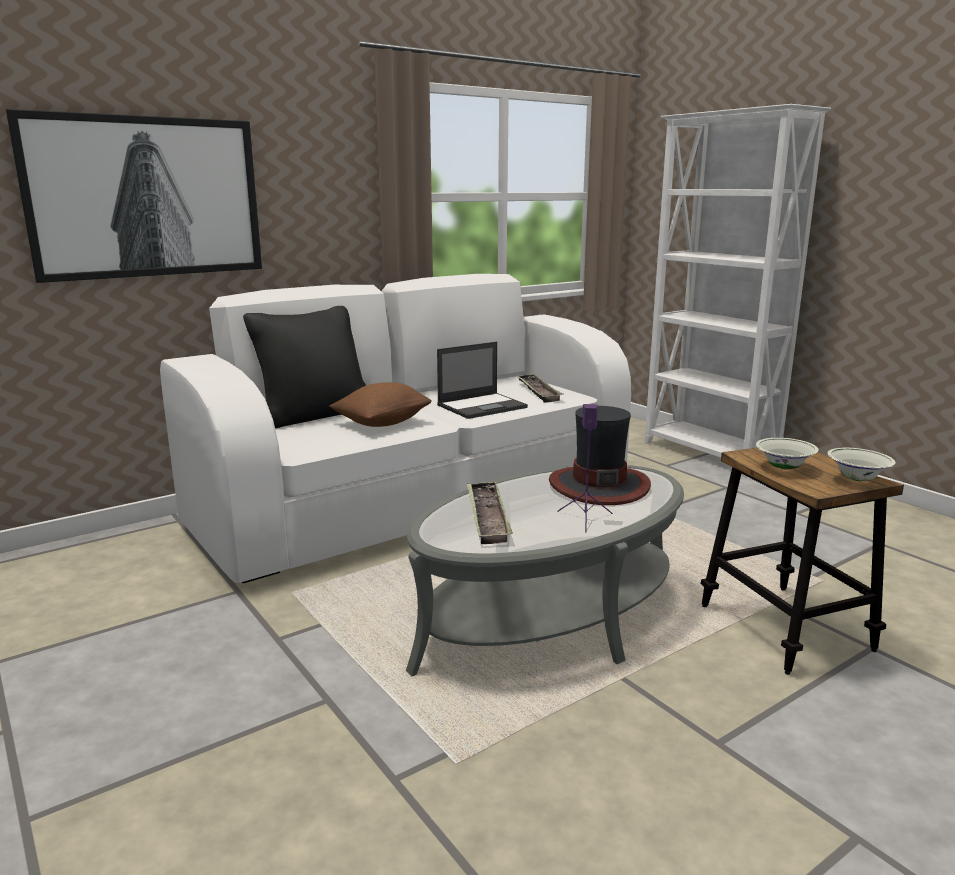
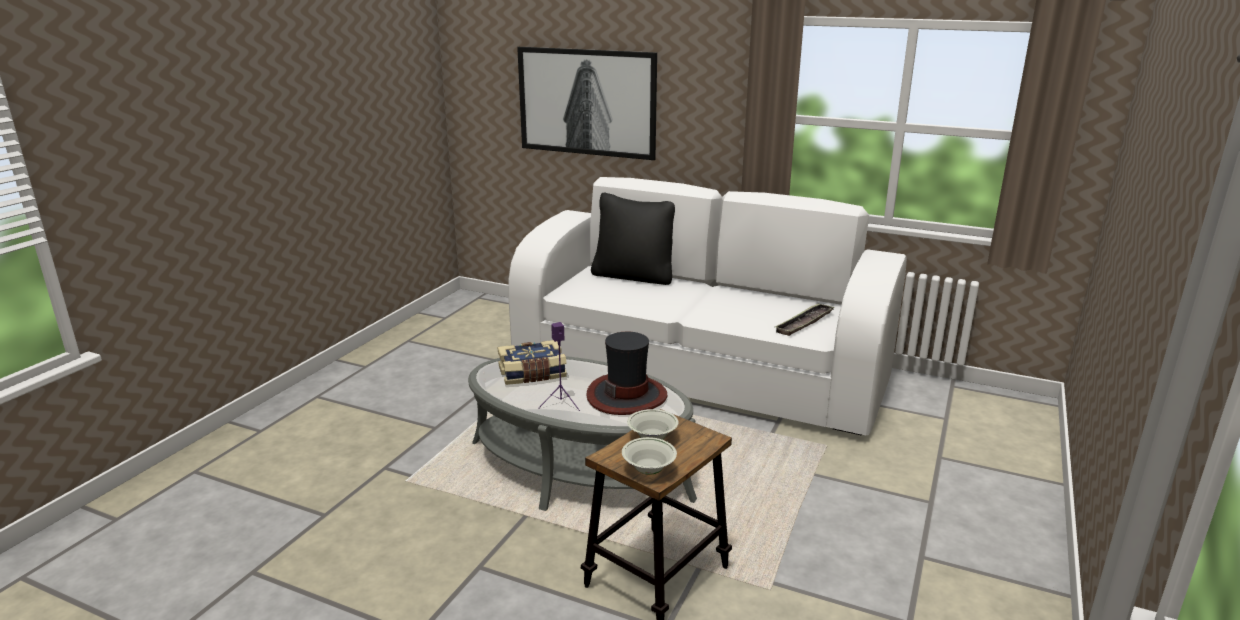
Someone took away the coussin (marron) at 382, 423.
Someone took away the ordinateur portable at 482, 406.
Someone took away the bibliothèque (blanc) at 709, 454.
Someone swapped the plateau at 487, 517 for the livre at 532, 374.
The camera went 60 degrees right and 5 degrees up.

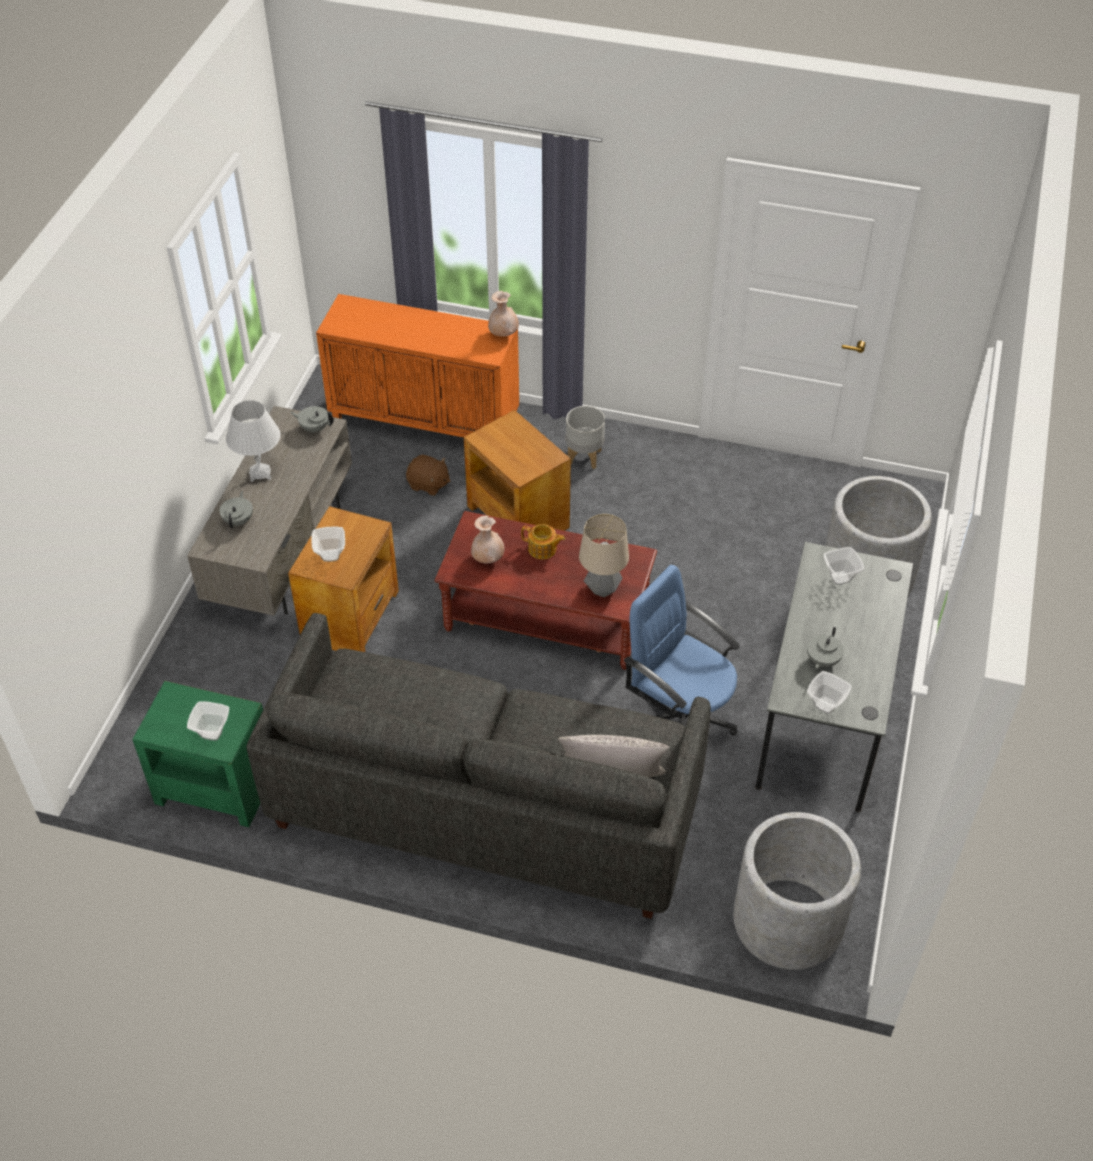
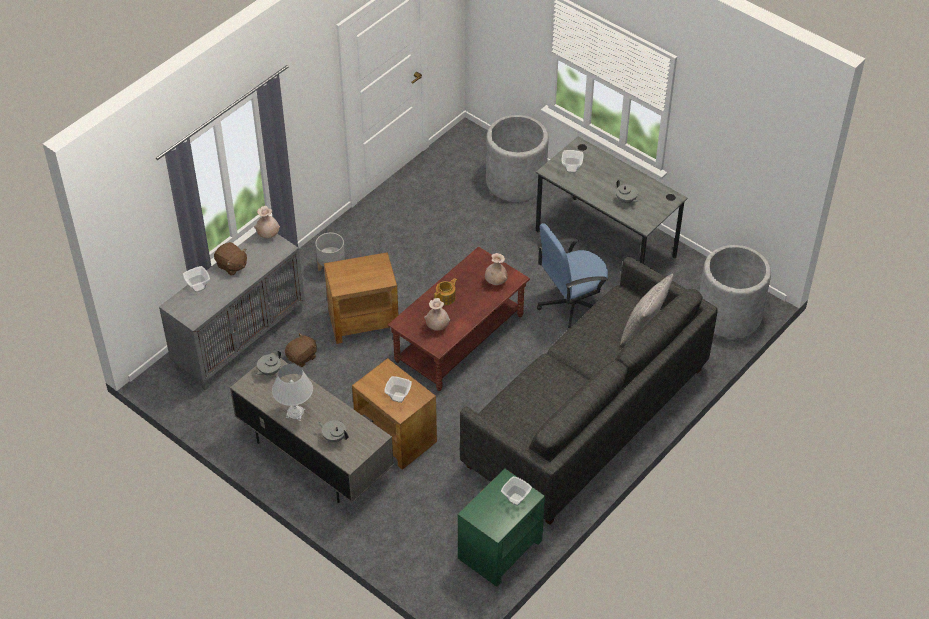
Someone put down the peluche (marron) at 232, 266.
Someone carried the bol from 825, 704 to 197, 287.
Someone swapped the lampe de table at 602, 589 for the vase (beige) at 496, 282.
Someone repainted the meuble de rangement (orange) at 426, 422, which became the meuble de rangement (gris) at 240, 339.
The camera went 65 degrees left and 0 degrees up.

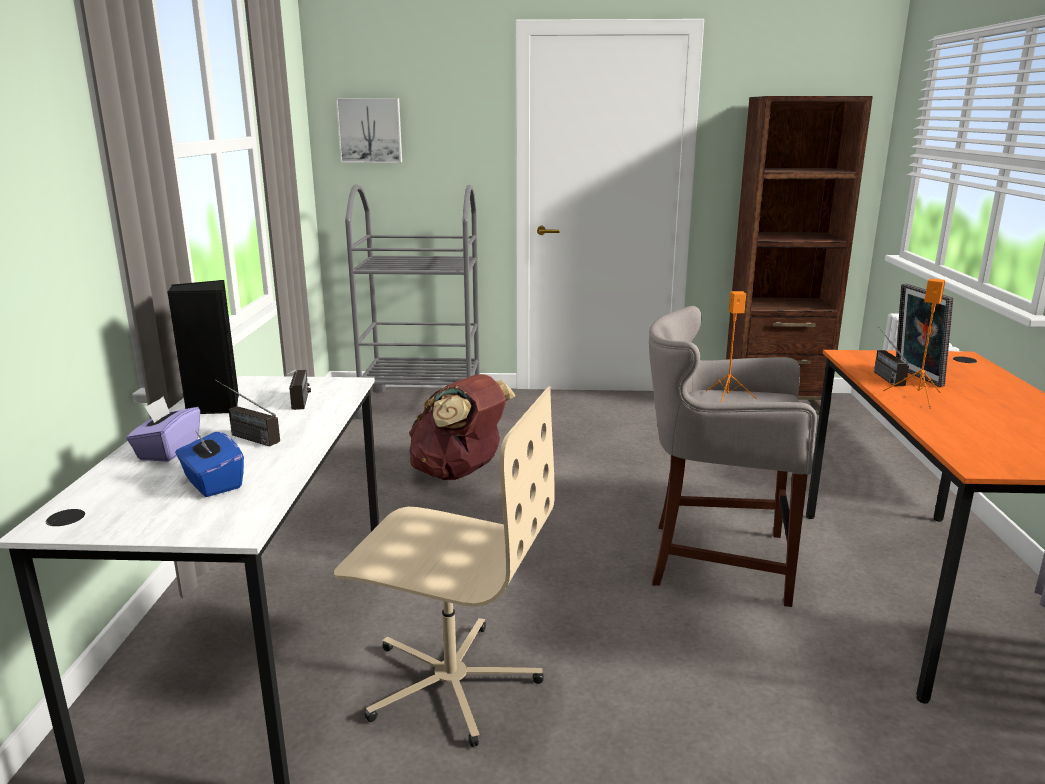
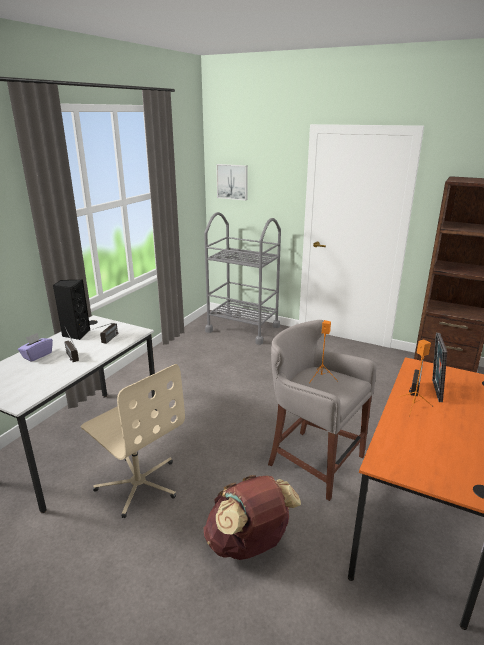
Someone took away the boîte à mouchoirs (bleu) at 212, 483.
Someone carried the sac à dos (marron) from 459, 473 to 249, 544.
The camera went 25 degrees right and 5 degrees up.

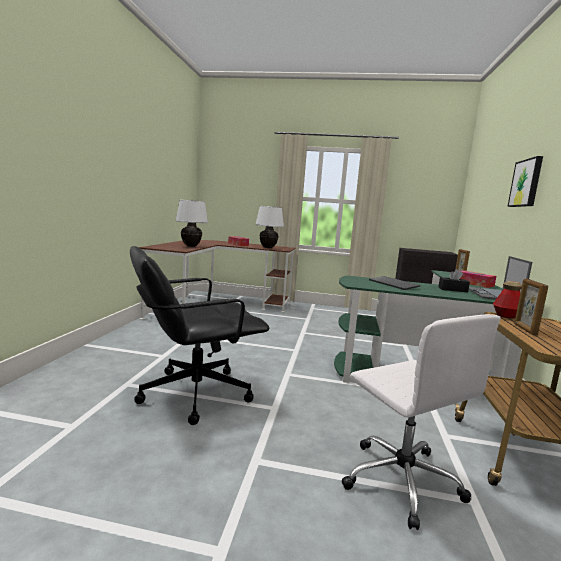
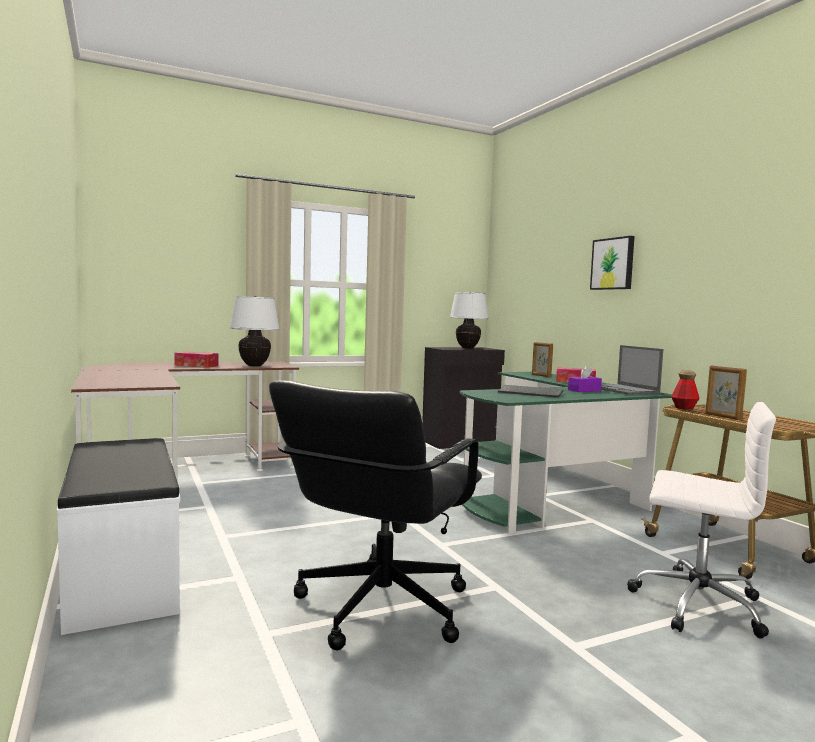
Someone put down the banc (blanc) at 120, 574.
Someone carried the lampe de table (blanc) from 191, 246 to 467, 348.
Someone repainted the boîte à mouchoirs (noir) at 452, 289, which became the boîte à mouchoirs (violet) at 584, 390.
The camera went 35 degrees left and 5 degrees down.

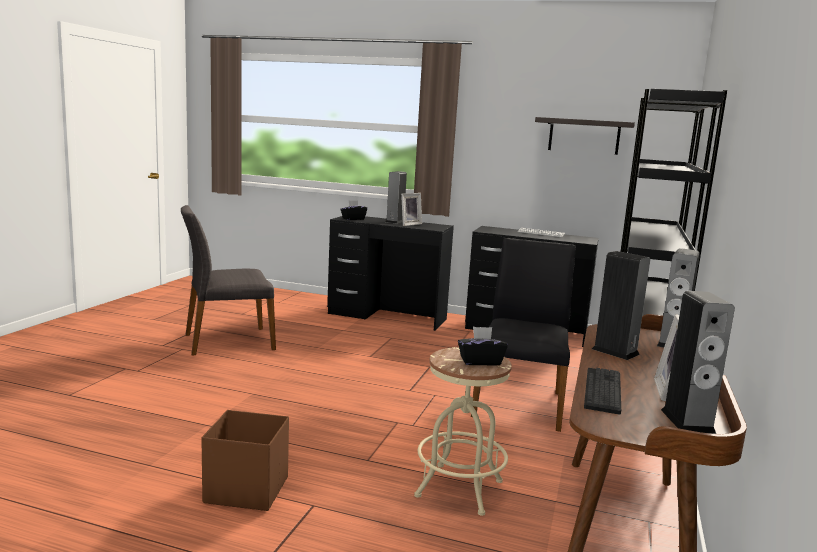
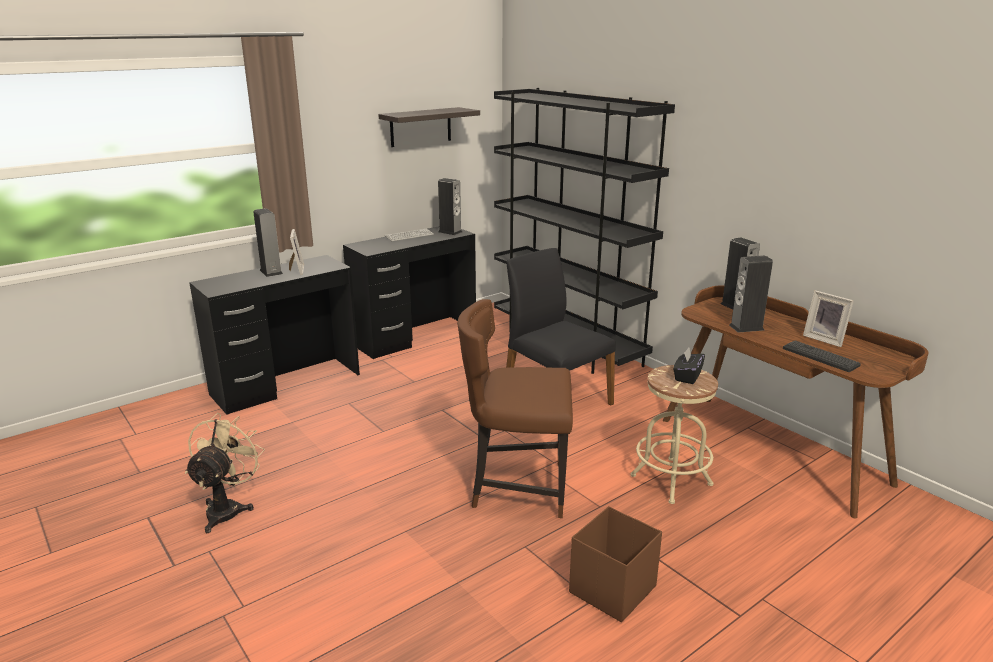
Someone took away the boîte à mouchoirs (noir) at 353, 219.
Someone put down the chaise (marron) at 516, 487.
Someone carried the enceinte from 687, 421 to 450, 232.
Someone swapped the chaise (gris) at 228, 341 for the ventilateur (beige) at 228, 508.
The camera went 55 degrees left and 10 degrees up.

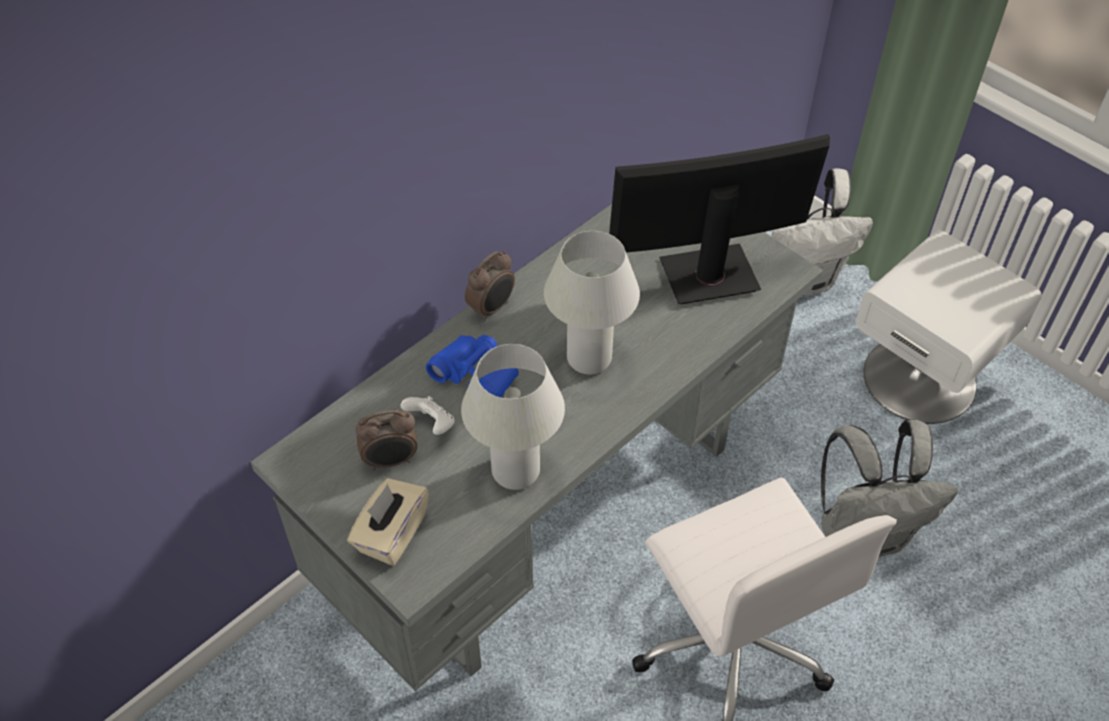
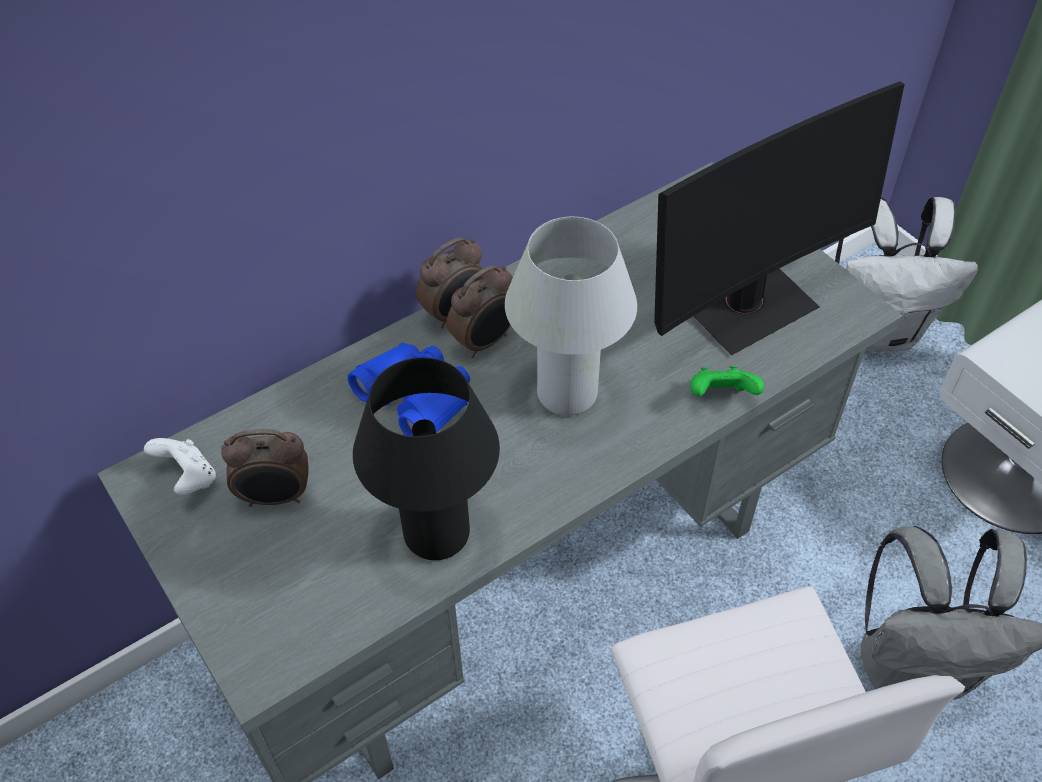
Someone took away the boîte à mouchoirs (beige) at 391, 534.
Someone put down the réveil at 485, 342.
Someone put down the manette (vert) at 721, 396.
Someone carried the manette (blanc) from 431, 424 to 188, 478.
Someone repainted the lampe de table (blanc) at 515, 471, which became the lampe de table (noir) at 437, 533.
Someone rotated the écran d'ordinateur at 708, 275 by 150 degrees clockwise.
The camera went 10 degrees right and 0 degrees up.

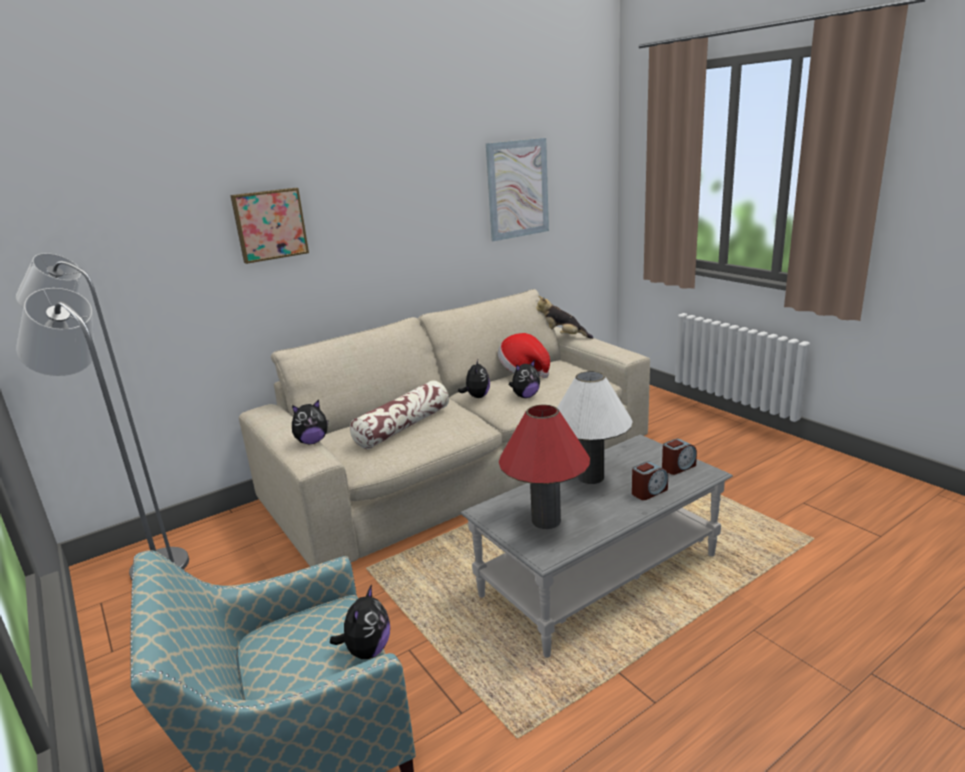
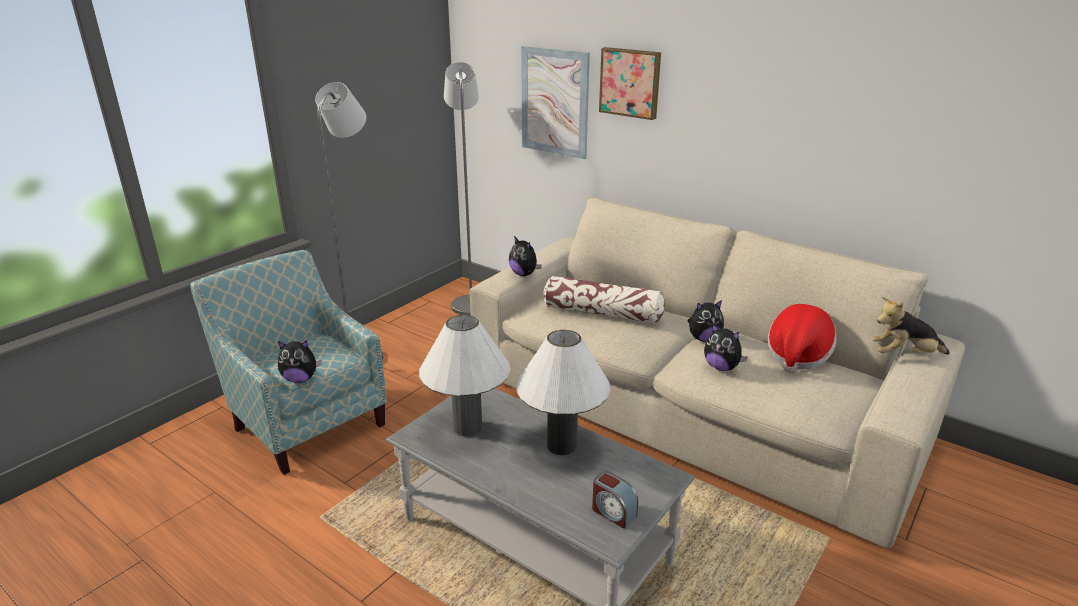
Someone took away the réveil at 649, 492.
Someone carried the tableau from 518, 189 to 554, 102.
Someone repainted the lampe de table (rouge) at 546, 520, which became the lampe de table (blanc) at 468, 427.
Someone rotated the peluche at 562, 338 by 90 degrees counterclockwise.
The camera went 70 degrees right and 5 degrees up.

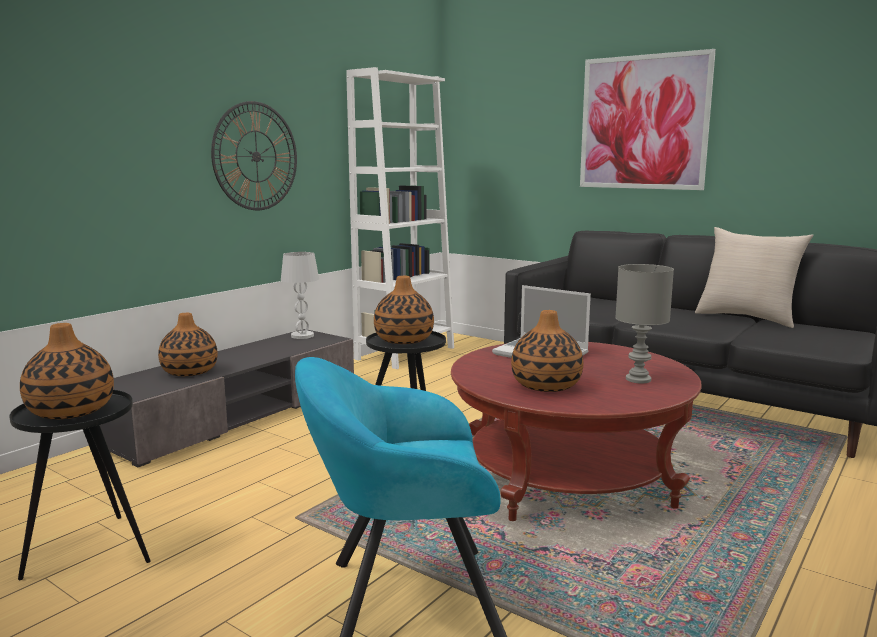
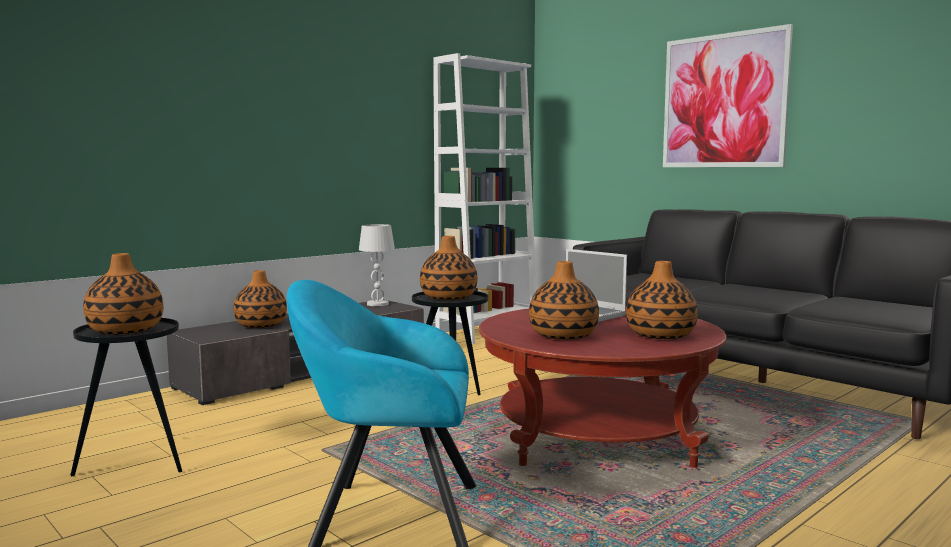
Someone took away the horloge murale at 256, 156.
Someone took away the coussin (beige) at 747, 318.
Someone swapped the lampe de table (gris) at 639, 380 for the vase at 660, 335.
The camera went 10 degrees right and 5 degrees down.

